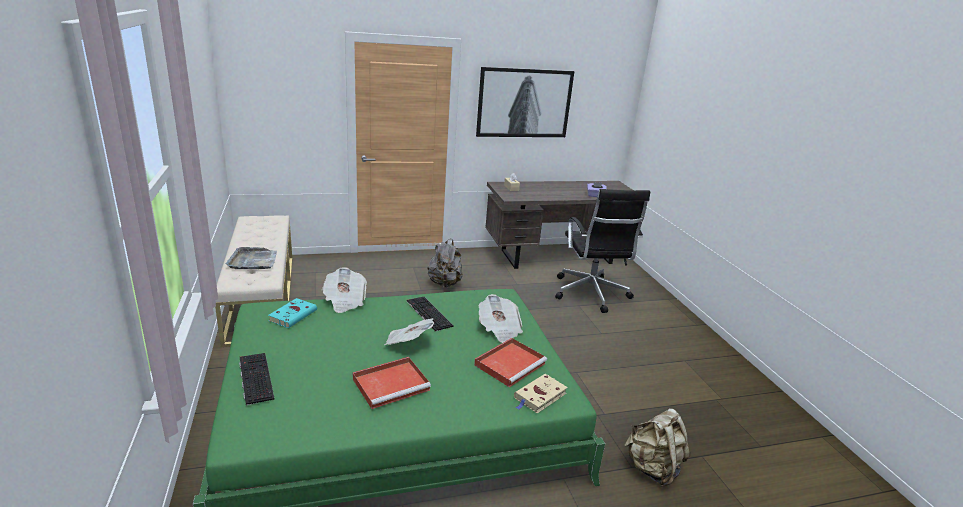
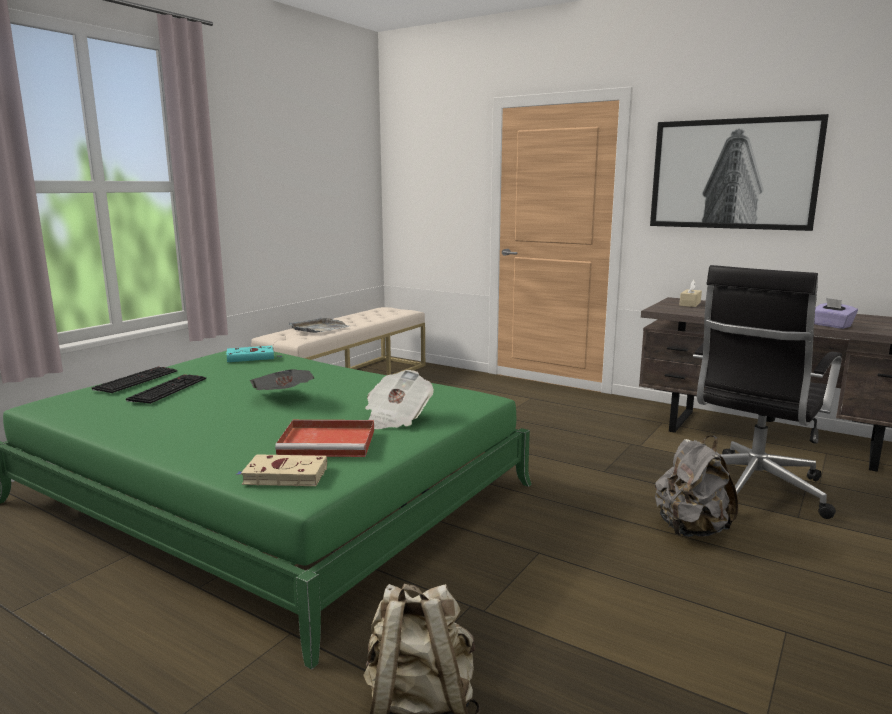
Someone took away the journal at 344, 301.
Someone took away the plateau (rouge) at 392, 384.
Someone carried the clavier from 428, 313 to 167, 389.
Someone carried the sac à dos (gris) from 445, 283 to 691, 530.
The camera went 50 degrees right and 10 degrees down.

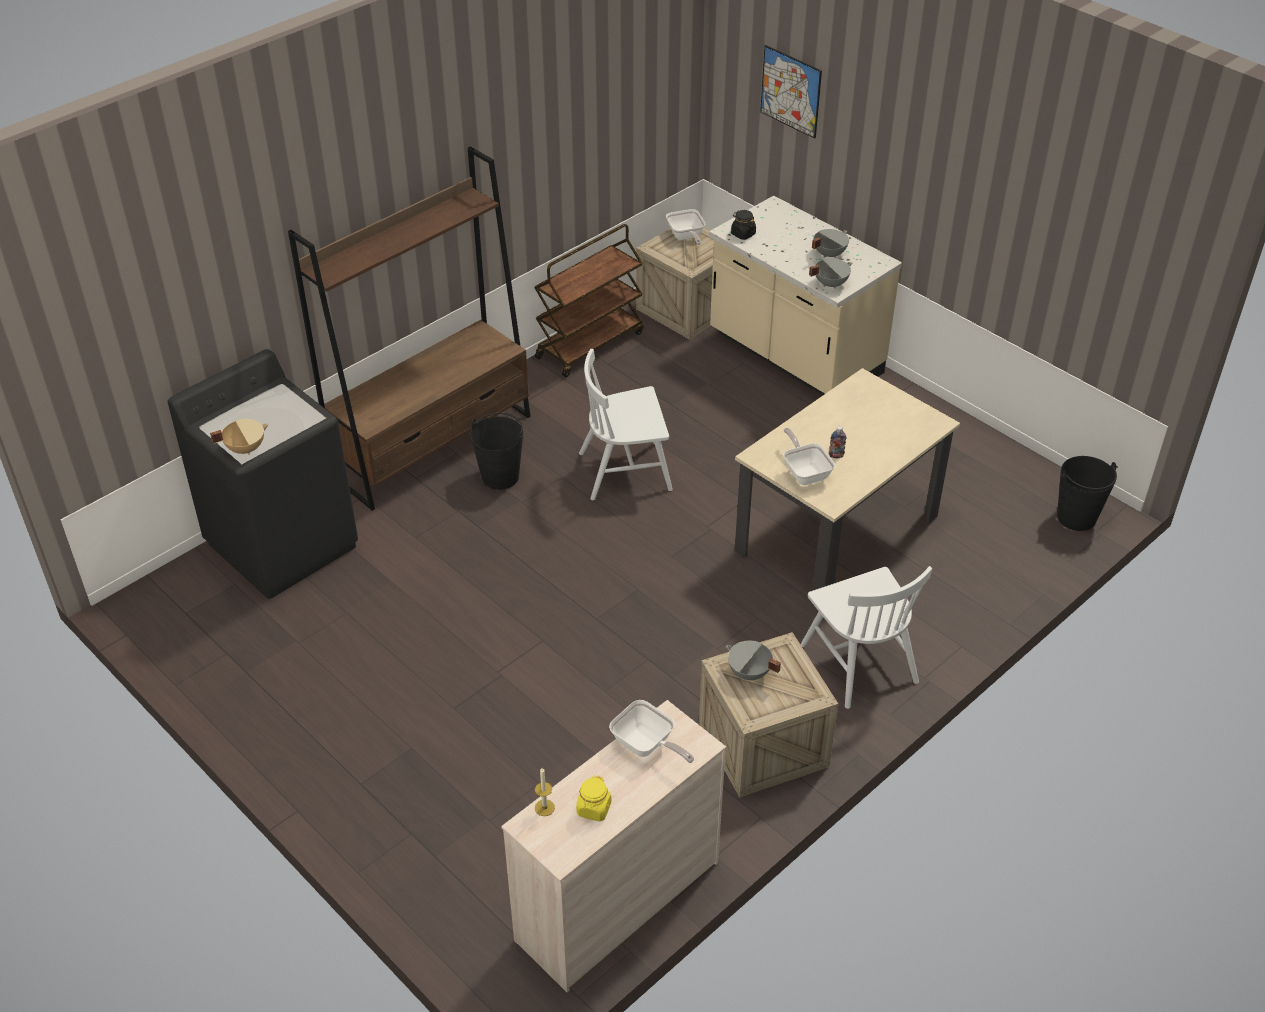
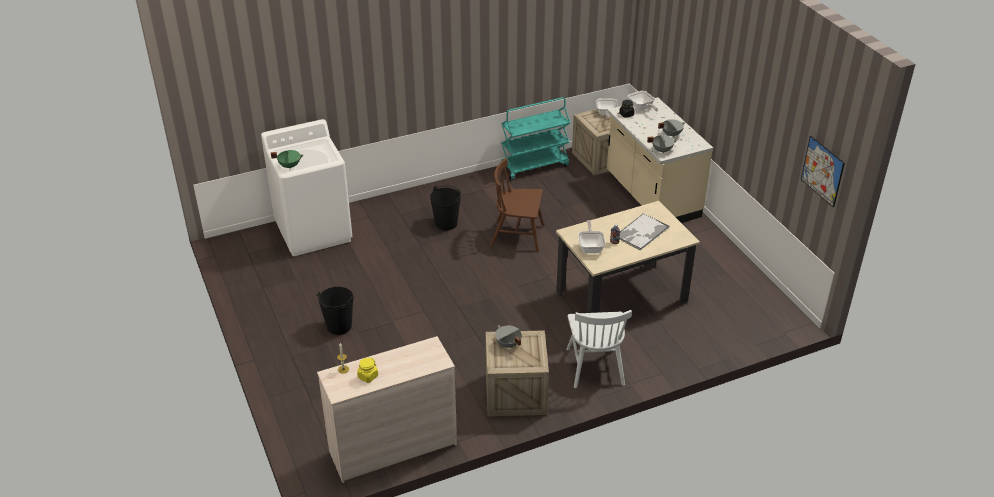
Someone took away the bibliothèque (marron) at 434, 446.
Someone put down the plateau at 641, 232.
Someone carried the poêle from 646, 746 to 641, 108.
Someone carried the tableau from 790, 91 to 822, 171.
Someone carried the seau (noir) from 1076, 518 to 339, 326.
Someone repainted the lave-linge (noir) at 283, 544, which became the lave-linge (blanc) at 314, 231.
Someone repainted the marmite (beige) at 245, 448, which became the marmite (vert) at 289, 166.
Someone repainted the chariot (marron) at 590, 344, which became the chariot (turquoise) at 534, 166.
Someone repainted the chaise (blanc) at 625, 471, which became the chaise (marron) at 517, 236.
The camera went 20 degrees right and 5 degrees down.

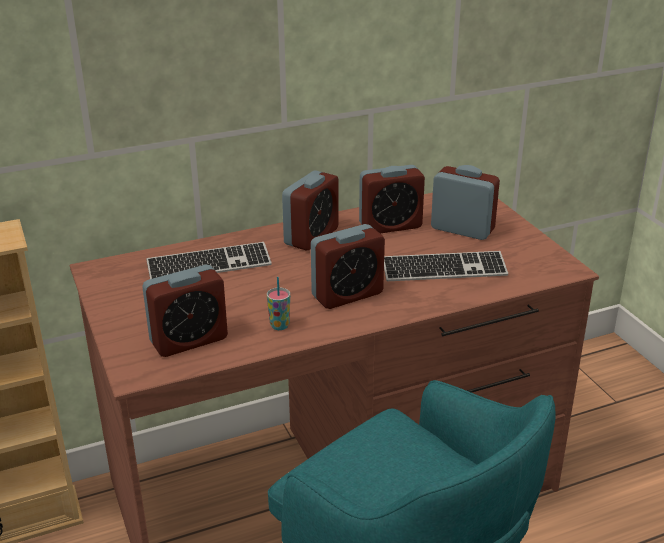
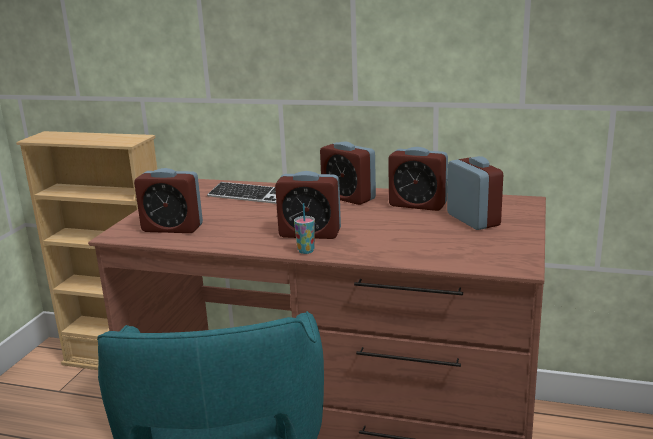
Someone took away the clavier at 444, 269.
Someone carried the tasse from 279, 326 to 306, 251.
Someone rotated the réveil at 311, 236 by 60 degrees clockwise.
The camera went 40 degrees right and 10 degrees down.

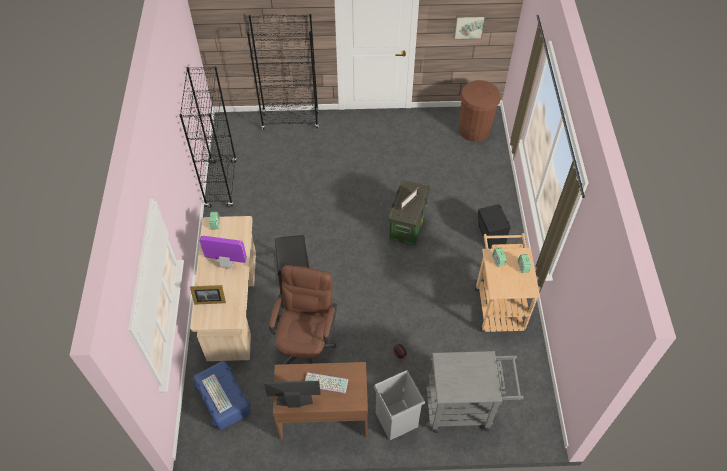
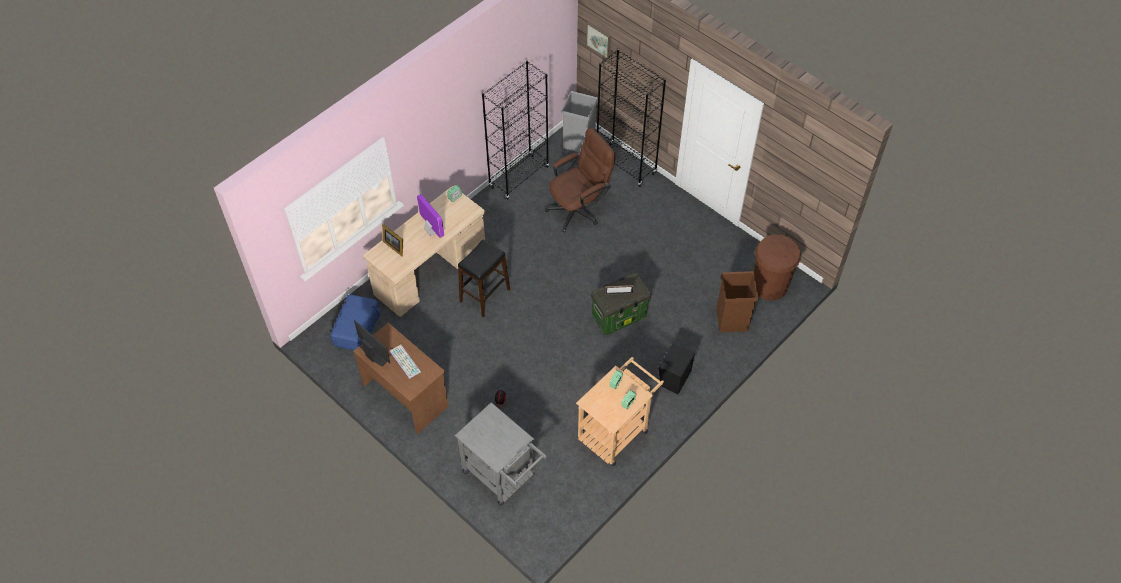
Someone took away the clavier at 216, 393.
Someone put down the poubelle (marron) at 732, 319.
Someone carried the chaise de bureau (marron) from 306, 344 to 579, 208.
Someone carried the poubelle (gris) from 396, 419 to 579, 142.
Someone carried the tableau from 469, 26 to 599, 39.
The camera went 45 degrees right and 0 degrees up.

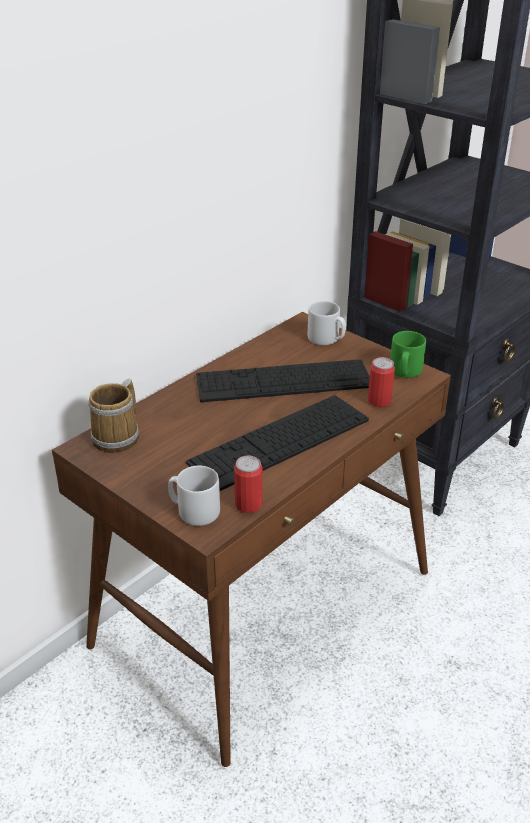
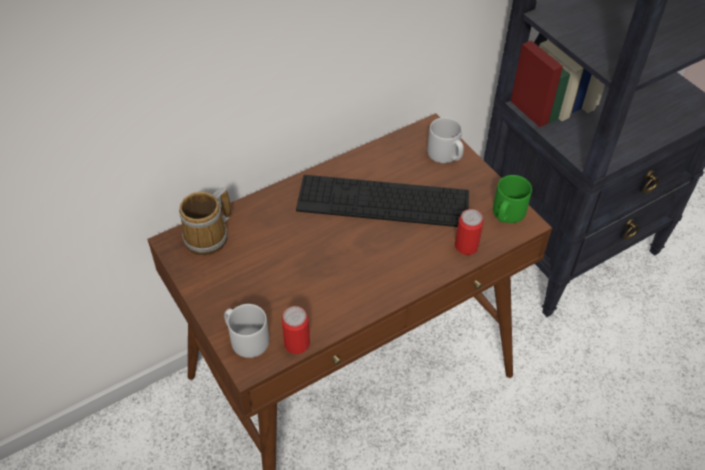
Someone took away the clavier at 280, 441.
The camera went 15 degrees right and 15 degrees up.

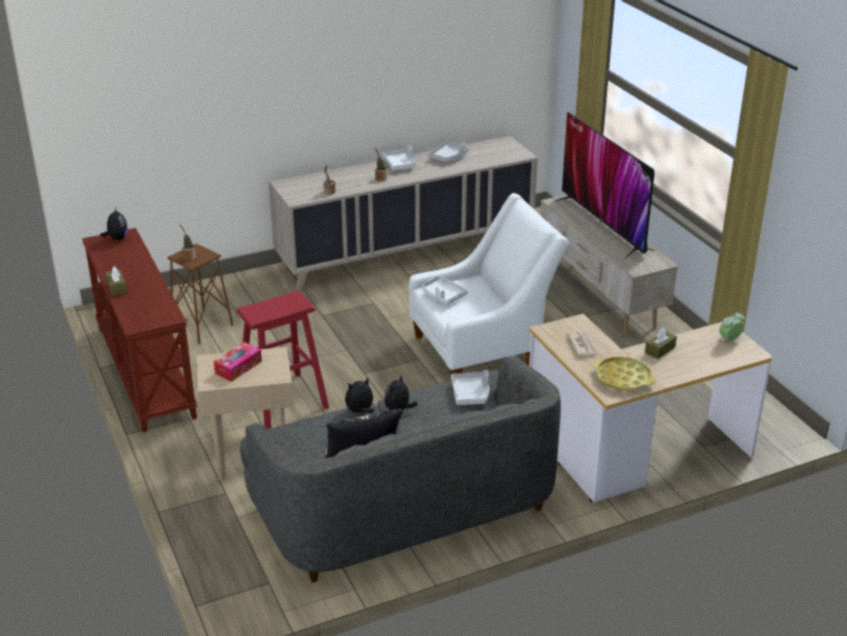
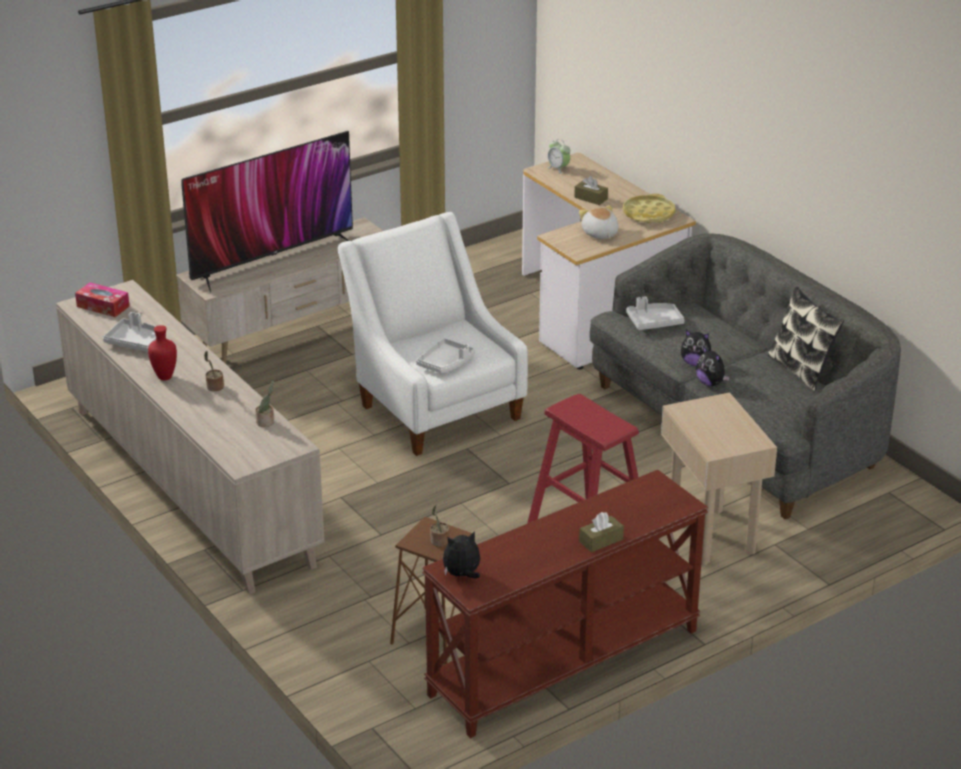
Someone carried the boîte à mouchoirs from 238, 367 to 103, 306.
Someone swapped the plateau (blanc) at 400, 164 for the vase (rouge) at 165, 376.
Someone swapped the journal at 581, 345 for the peluche at 599, 234.
The camera went 100 degrees left and 0 degrees up.

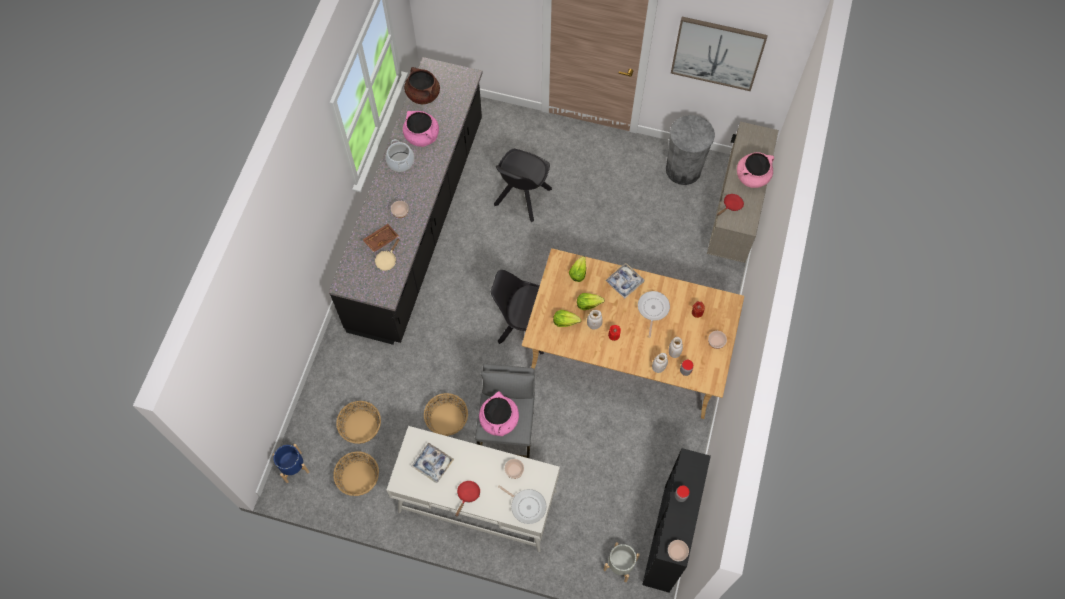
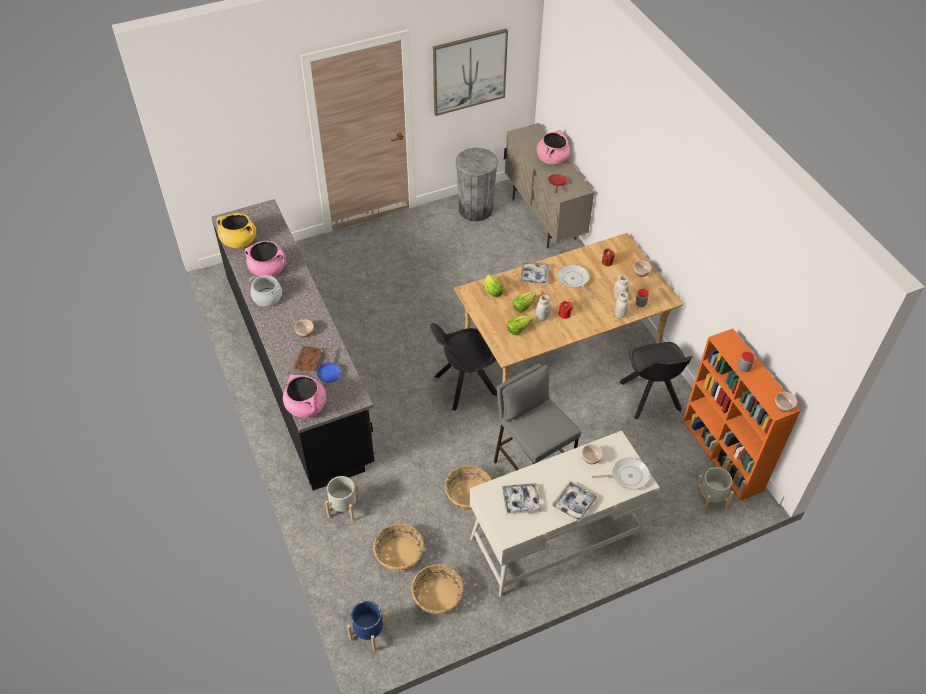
Someone put down the cache-pot (gris) at 344, 508.
Someone carried the marmite (rose) from 499, 420 to 306, 406.
Someone carried the chaise (noir) from 521, 198 to 650, 397.
Someone swapped the poêle (rouge) at 467, 495 for the plateau at 574, 503.
Someone repainted the poêle (beige) at 387, 260, which became the poêle (bleu) at 329, 373.
Someone repainted the marmite (marron) at 423, 95, which became the marmite (jaune) at 239, 241.
Someone repainted the bibliothèque (noir) at 667, 539, which became the bibliothèque (orange) at 723, 455.
The camera went 40 degrees left and 15 degrees down.

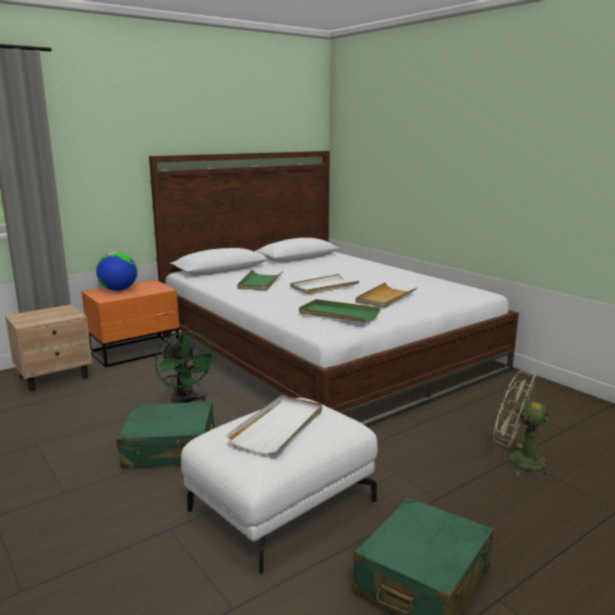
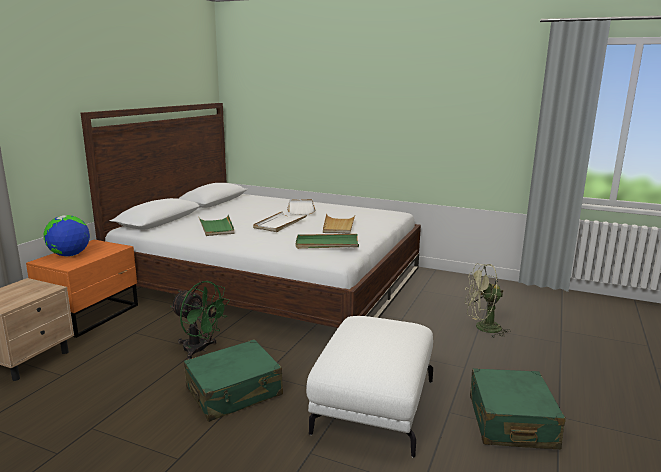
Someone carried the plateau (blanc) from 279, 427 to 301, 208.
The camera went 30 degrees left and 0 degrees up.

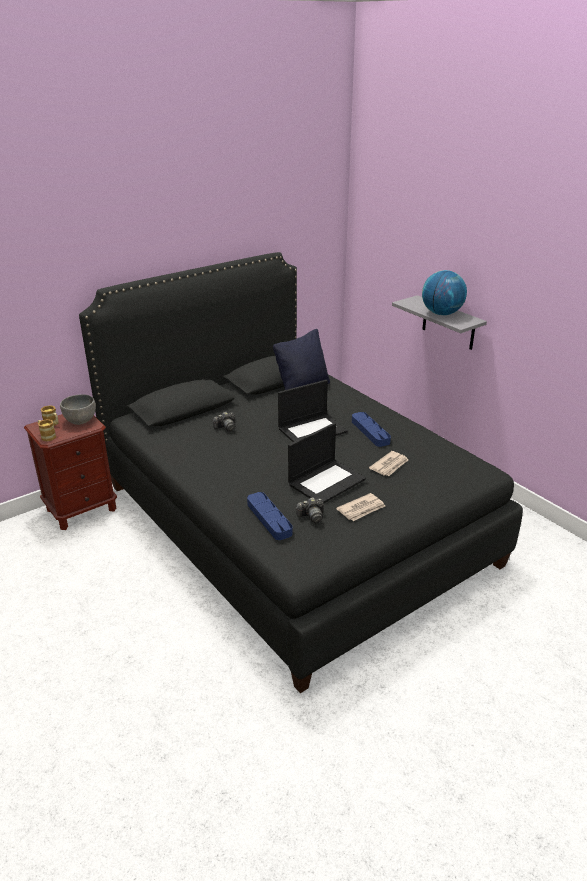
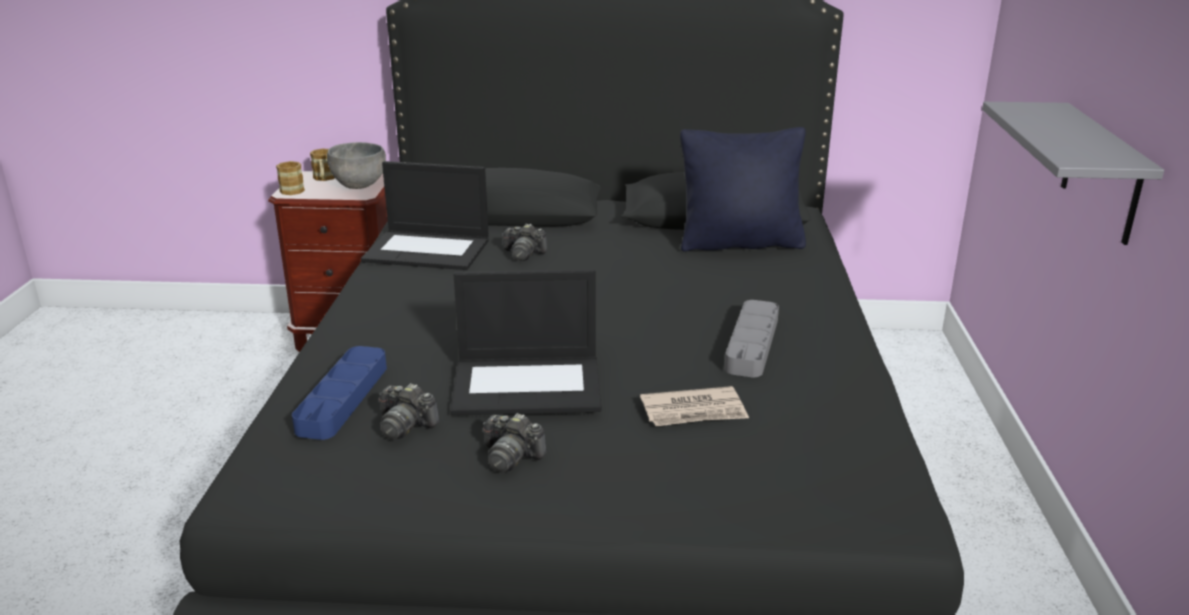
Someone took away the globe at 441, 313.
Someone carried the ordinateur portable from 312, 430 to 428, 250.
Someone swapped the journal at 361, 509 for the appareil photo at 511, 457.
Someone repainted the plateau (bleu) at 370, 432, which became the plateau (gris) at 752, 344.
The camera went 40 degrees right and 5 degrees down.

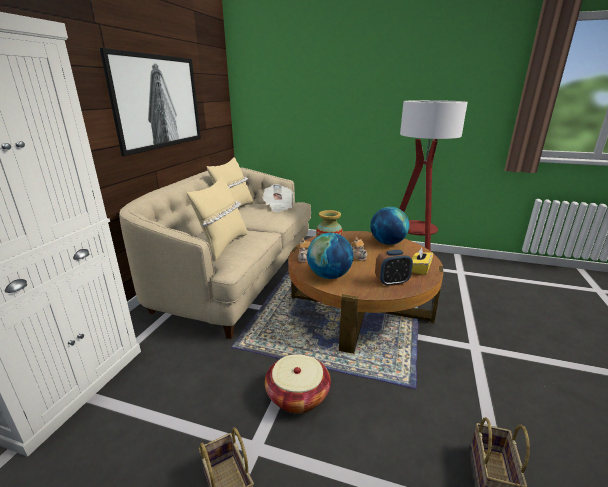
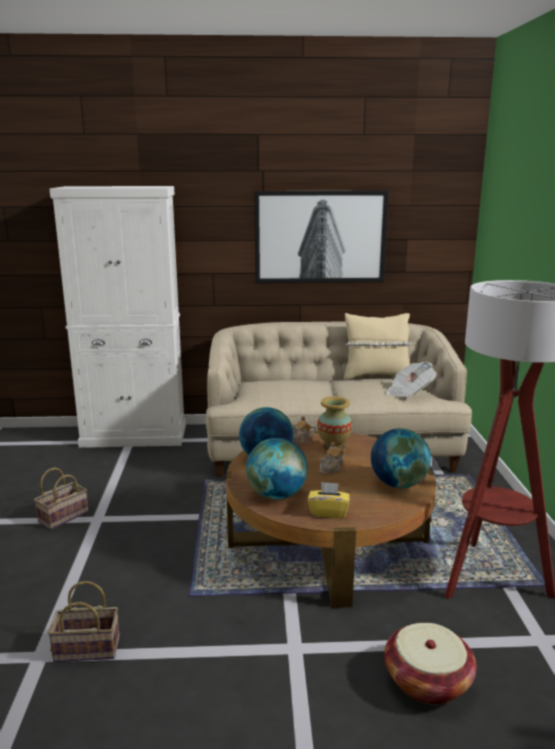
Someone took away the coussin (beige) at 223, 245.
Someone carried the panier from 297, 395 to 427, 681.
Someone swapped the réveil at 392, 282 for the globe at 277, 495.
The camera went 70 degrees right and 5 degrees down.

